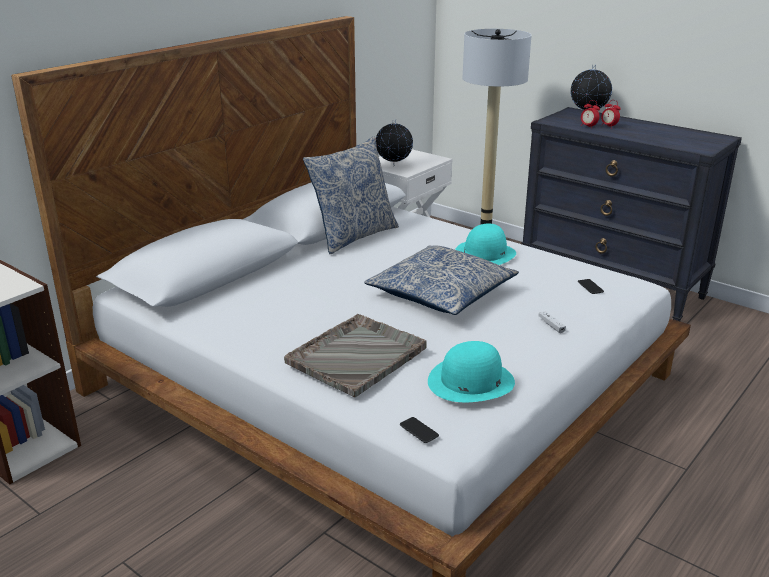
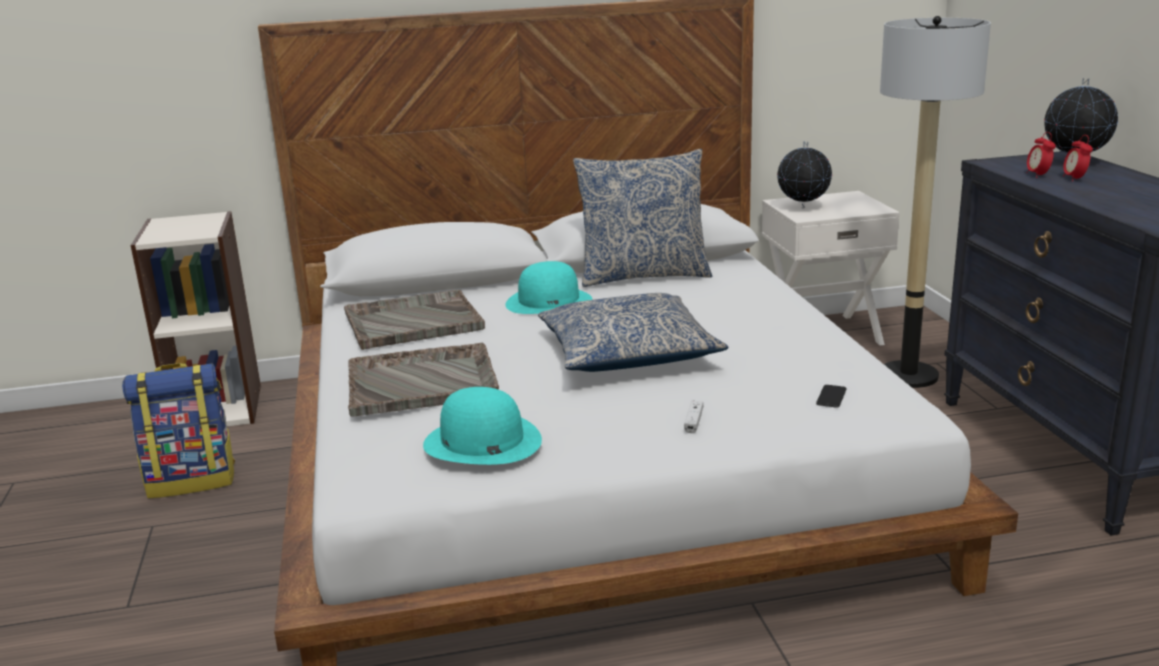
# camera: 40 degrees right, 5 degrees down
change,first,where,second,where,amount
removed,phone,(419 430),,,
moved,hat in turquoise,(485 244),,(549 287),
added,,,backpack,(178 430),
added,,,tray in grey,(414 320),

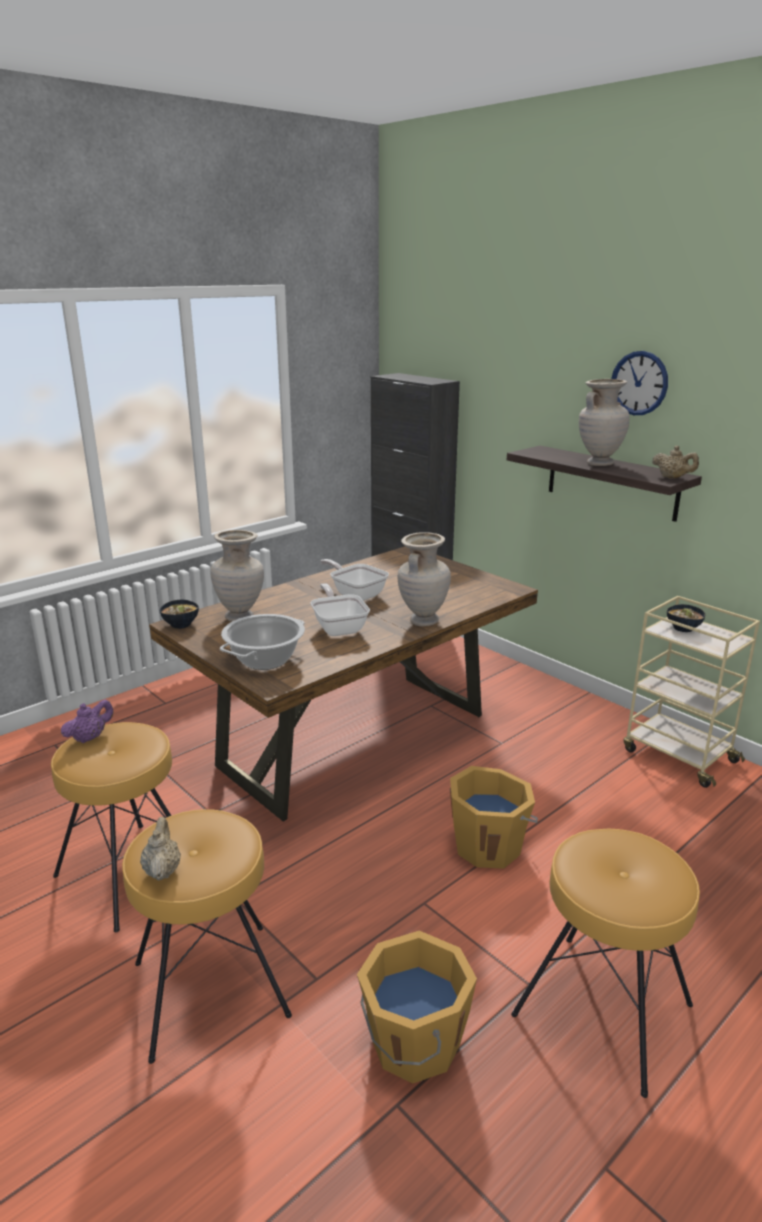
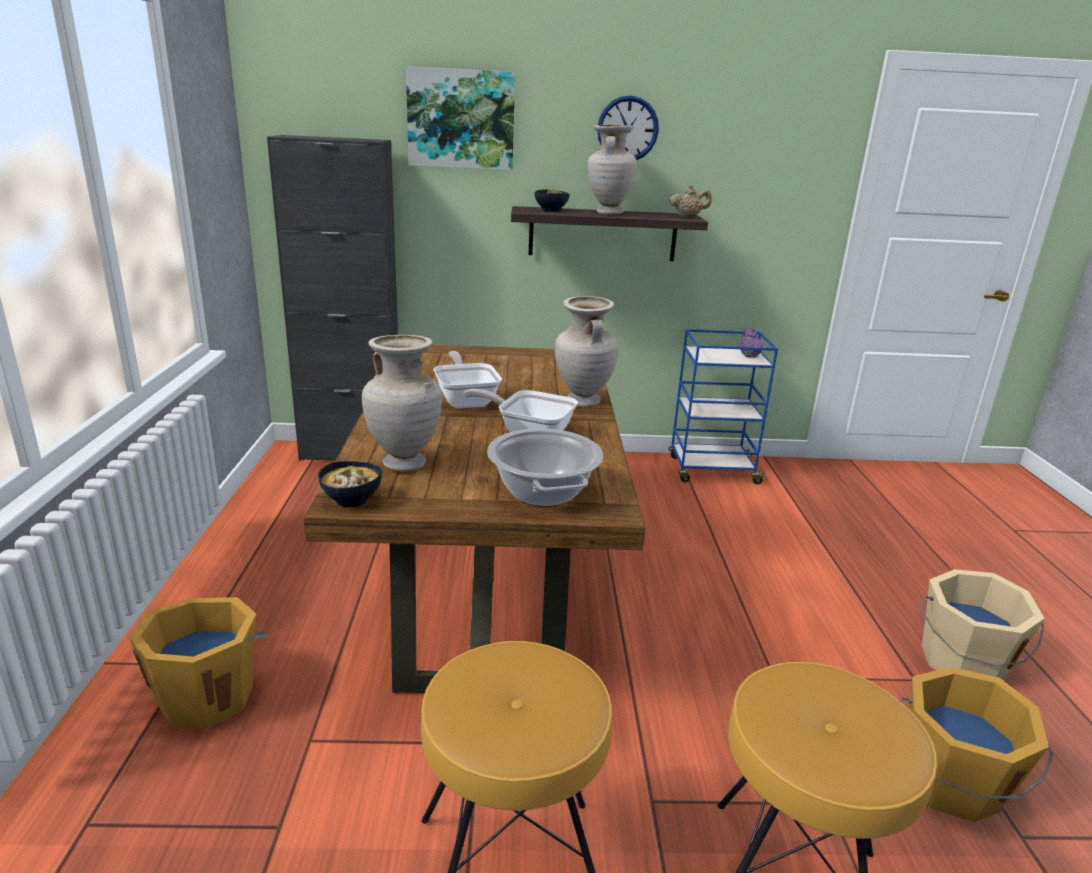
# camera: 50 degrees left, 0 degrees up
change,first,where,second,where,amount
moved,teapot in purple,(87 721),,(751 342),
removed,teapot in beige,(160 848),,,
turned,frying pan,(354 580),,(468 379),75 degrees clockwise
moved,bucket in orange,(494 817),,(198 663),
replaced,stool in brown,(605 963),bucket in beige,(982 624),
recoloured,cart in beige,(692 692),cart in blue,(723 407),
moved,bowl,(686 618),,(552 200),
added,,,picture,(460 118),

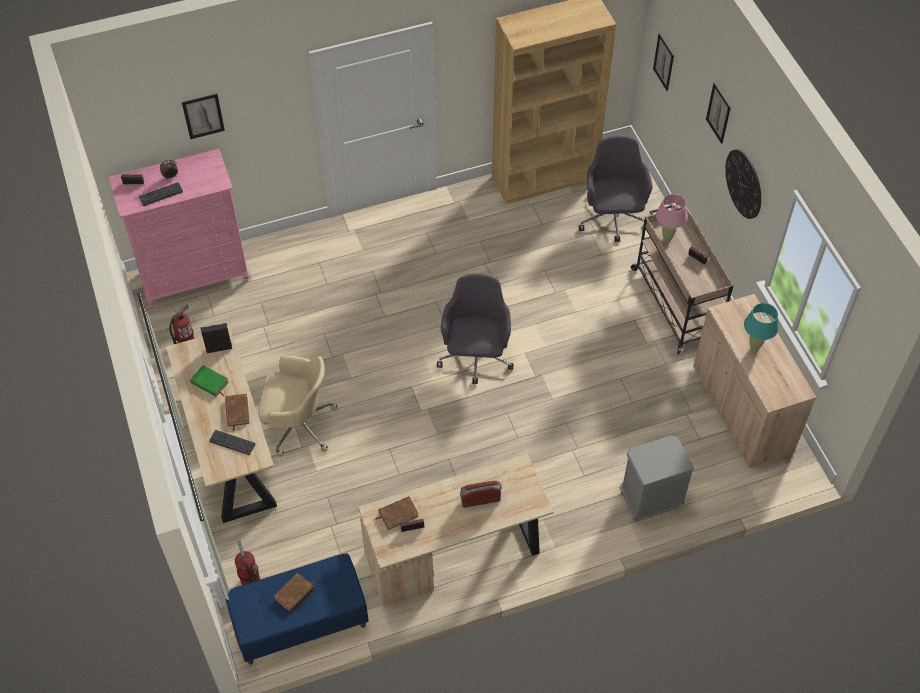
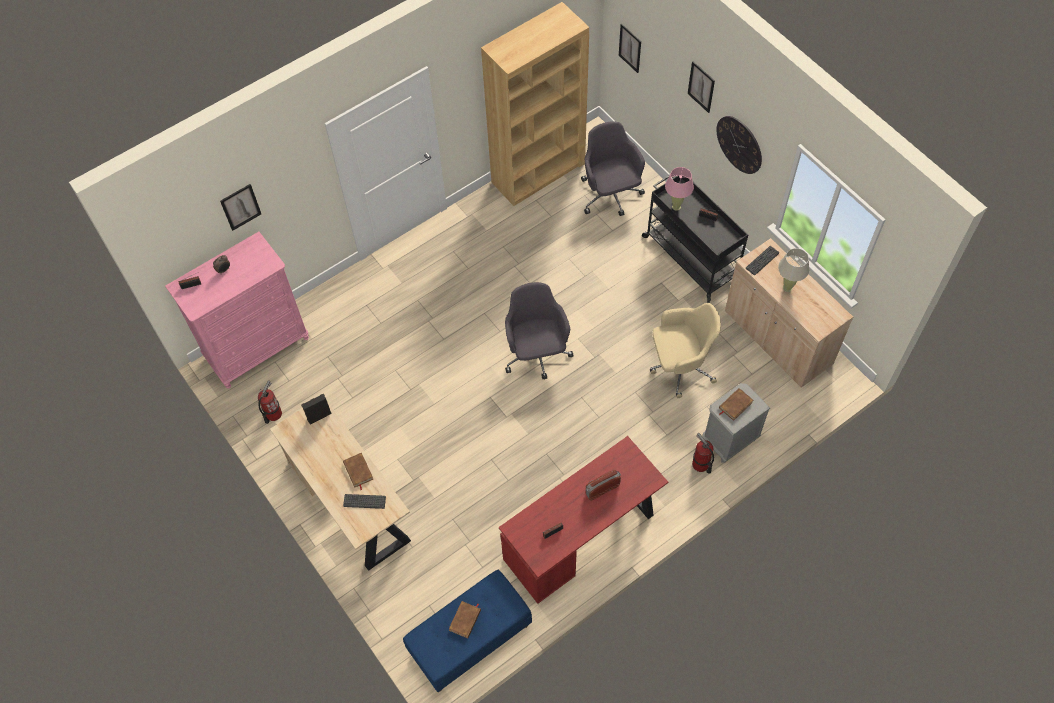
# camera: 15 degrees left, 5 degrees up
change,first,where,second,where,amount
moved,keyboard,(161 194),,(762 260),
removed,book in green,(209 381),,,
moved,fire extinguisher,(247 563),,(703 453),
moved,office chair in beige,(298 406),,(685 350),
recoloured,desk in beige,(455 530),desk in red,(583 520),
moved,book in brown,(397 513),,(736 404),
recoloured,cart in beige,(682 279),cart in black,(695 239),
recoloured,table lamp in turquoise,(761 328),table lamp in beige,(793 270),

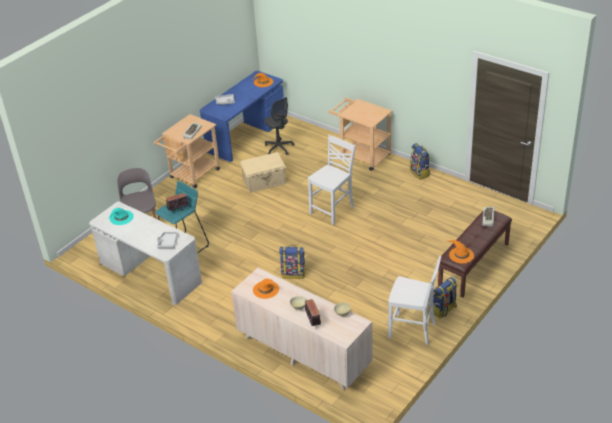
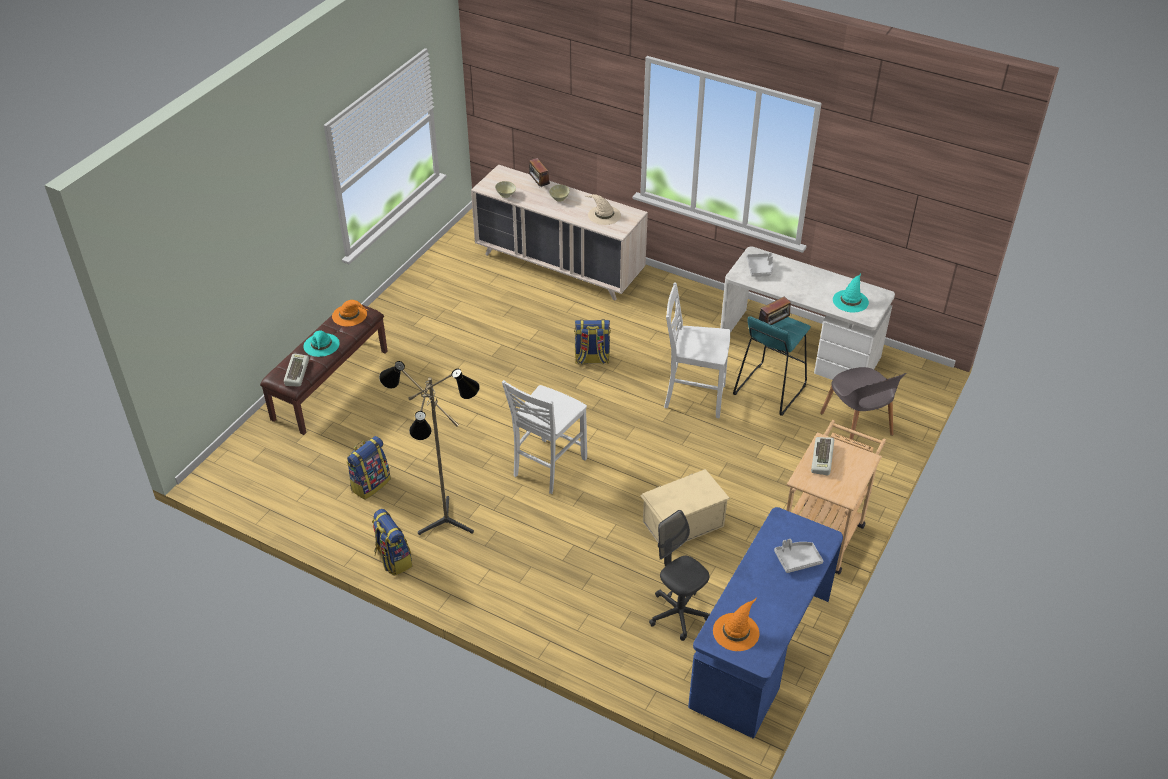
# camera: 170 degrees right, 5 degrees up
change,first,where,second,where,amount
recoloured,hat in orange,(266 289),hat in beige,(602 209),
removed,cart in beige,(360 134),,,
moved,chair in white,(414 300),,(697 350),
moved,backpack,(445 298),,(368 467),
added,,,hat in turquoise,(322 344),
added,,,floor lamp,(429 448),

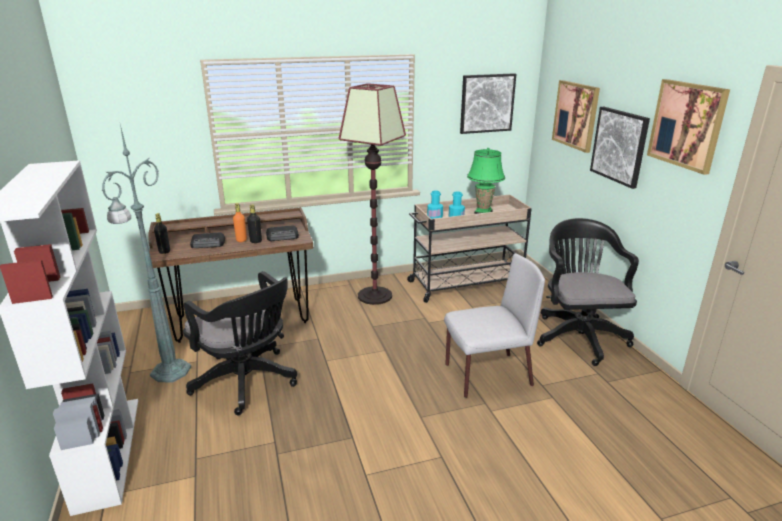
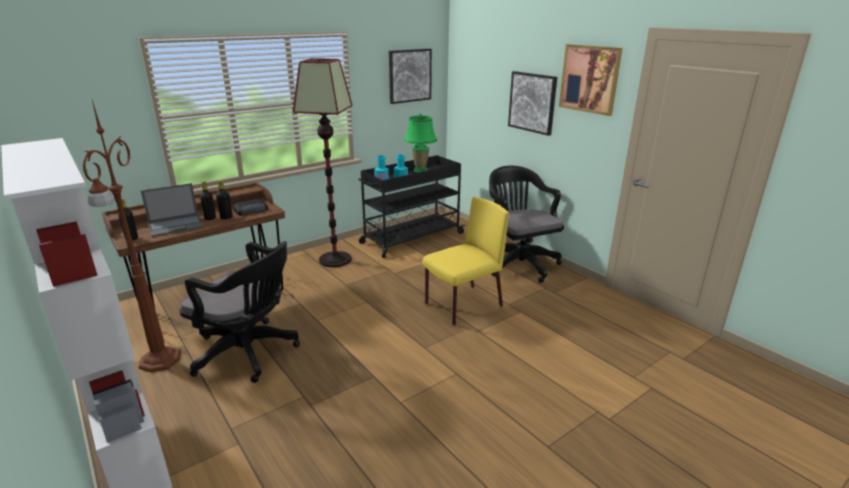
# camera: 20 degrees left, 0 degrees up
change,first,where,second,where,amount
recoloured,floor lamp in green,(146 253),floor lamp in brown,(132 236),
replaced,radio,(207 240),laptop,(172 210),
recoloured,bottle in orange,(240 222),bottle in black,(208 200),
recoloured,cart in beige,(469 249),cart in black,(411 206),
recoloured,chair in grey,(494 325),chair in yellow,(465 261),
removed,picture,(576 116),,,

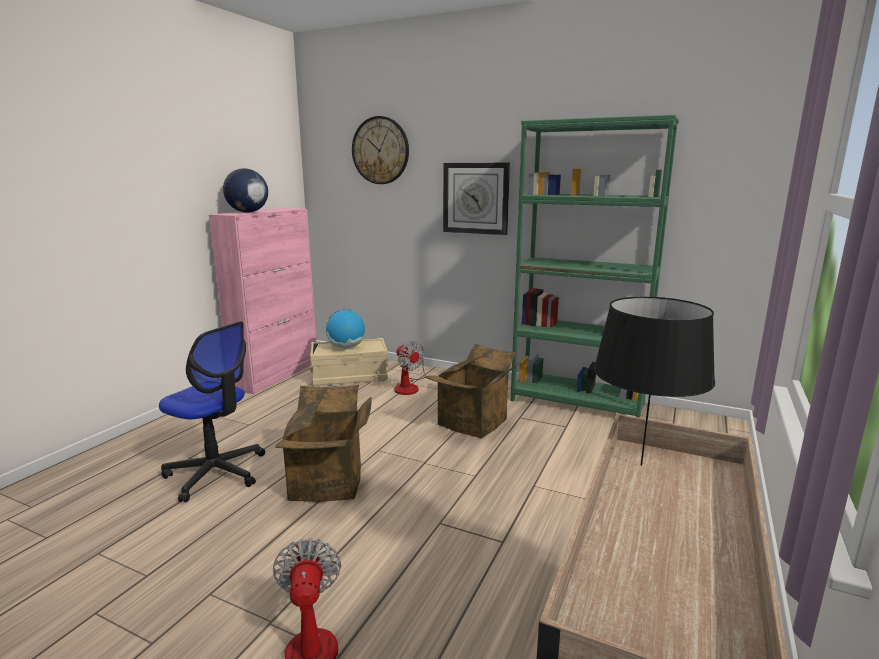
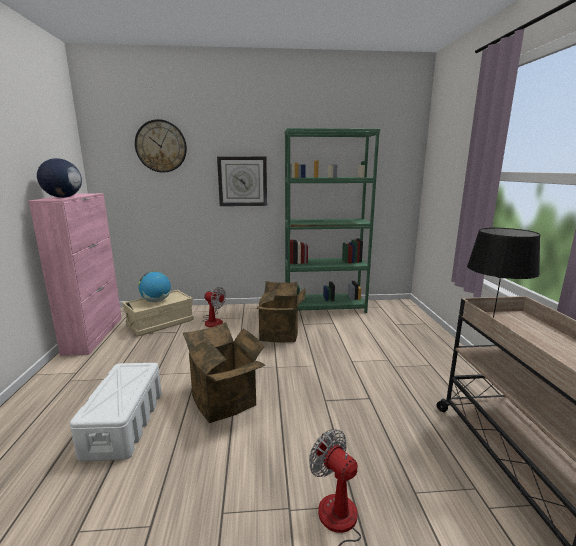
# camera: 30 degrees left, 0 degrees up
change,first,where,second,where,amount
replaced,office chair,(212 411),storage box in white,(116 412),

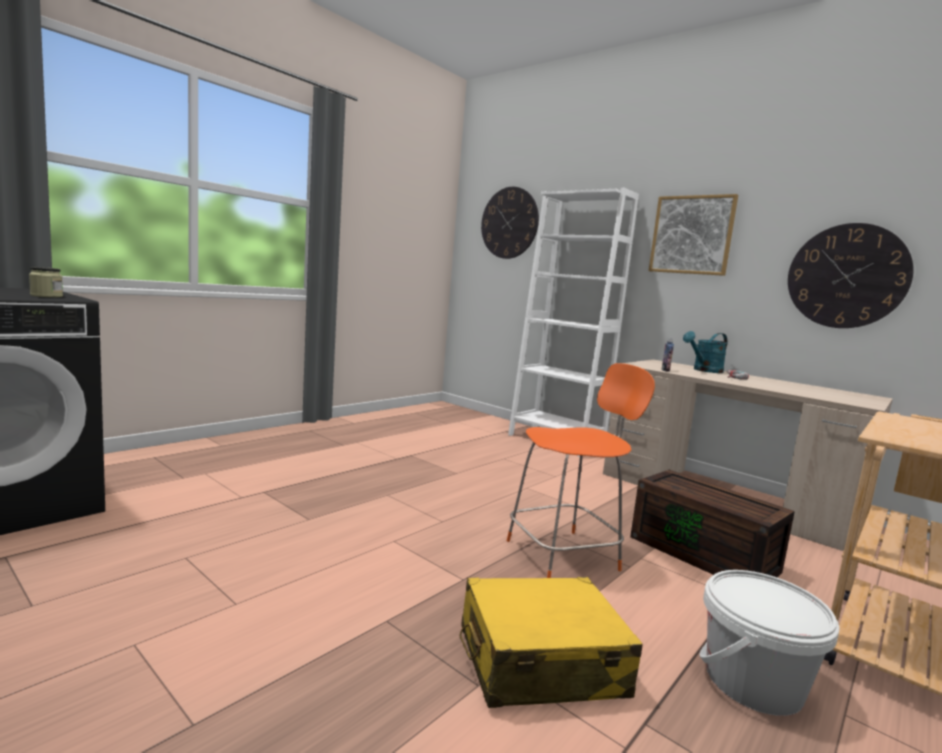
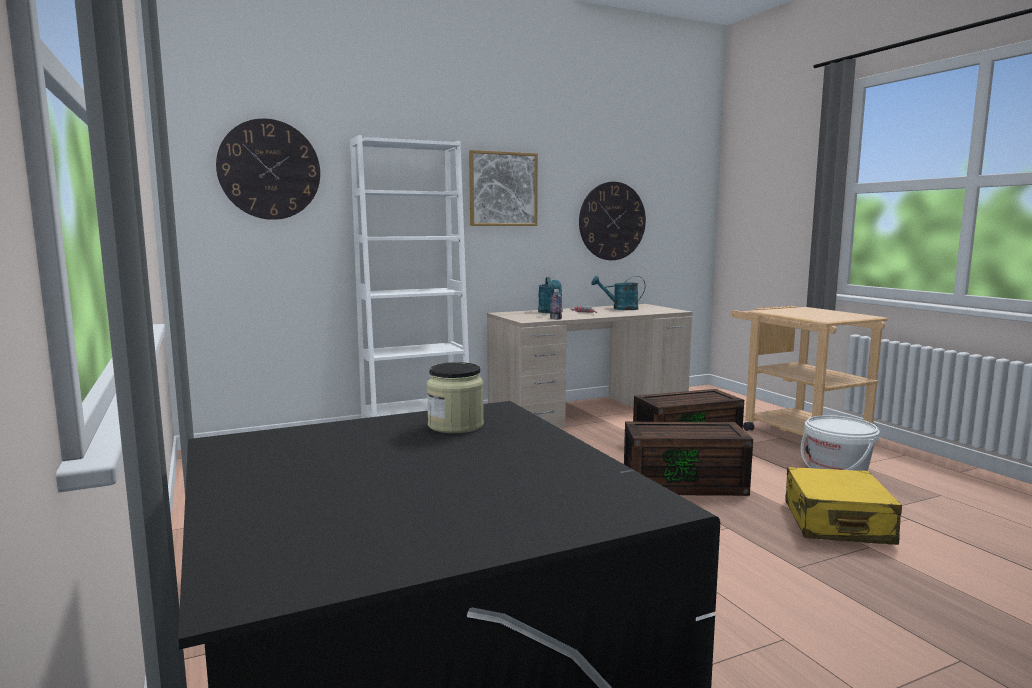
# camera: 65 degrees left, 0 degrees up
change,first,where,second,where,amount
replaced,stool in orange,(581 470),storage box in brown,(688 459),
added,,,watering can in turquoise,(618 293),

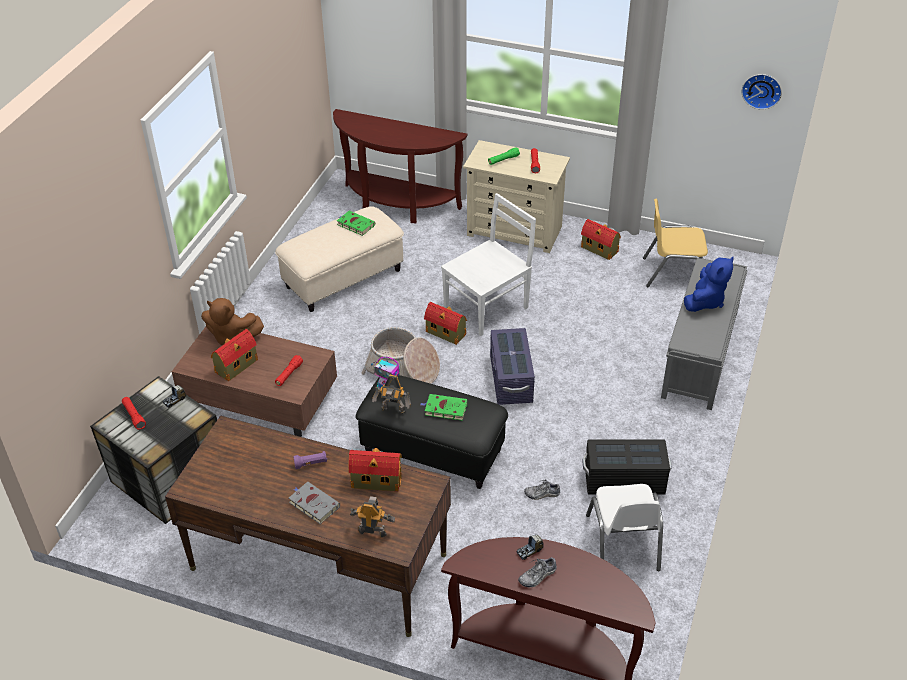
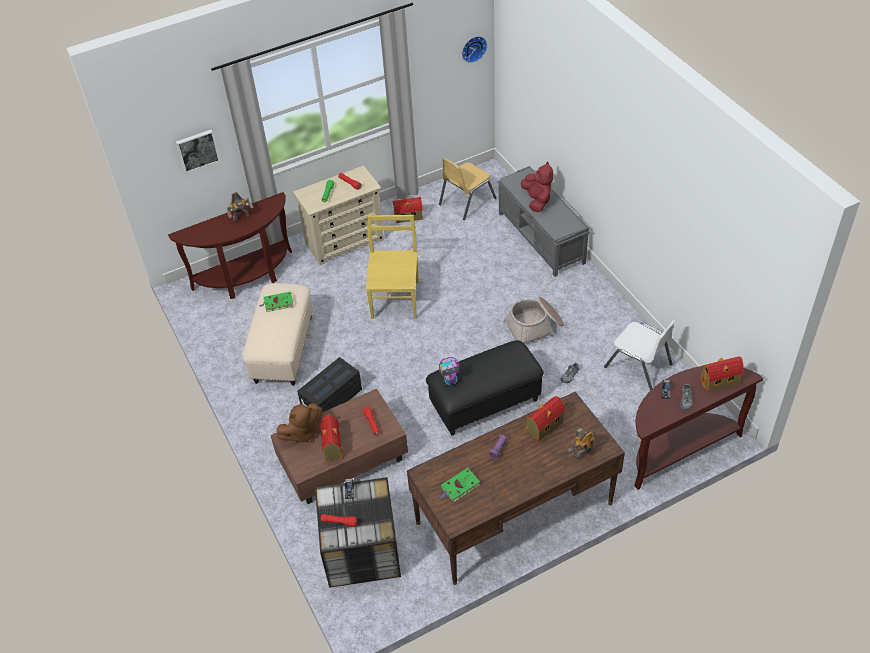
# camera: 45 degrees left, 5 degrees up
change,first,where,second,where,amount
removed,book in grey,(314 503),,,
moved,basket,(401 355),,(533 320),
moved,toy robot,(391 394),,(240 207),
moved,book in green,(444 407),,(460 485),
moved,toy house,(445 323),,(722 374),
recoloured,chair in white,(488 264),chair in yellow,(392 267),
removed,storage box in purple,(512 366),,,
moved,storage box in black,(627 467),,(329 384),
recoloured,plush toy in blue,(709 284),plush toy in red,(537 186),
added,,,picture,(198 151),

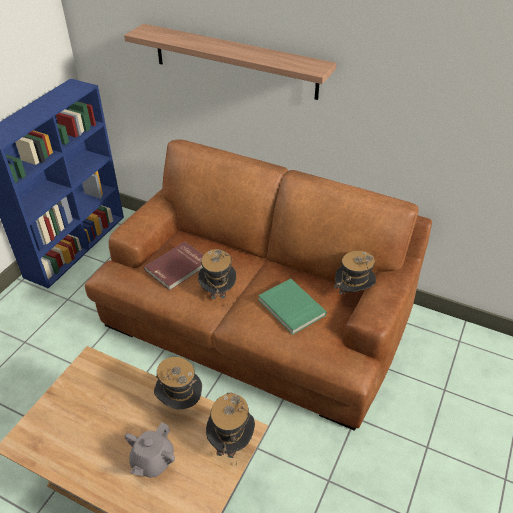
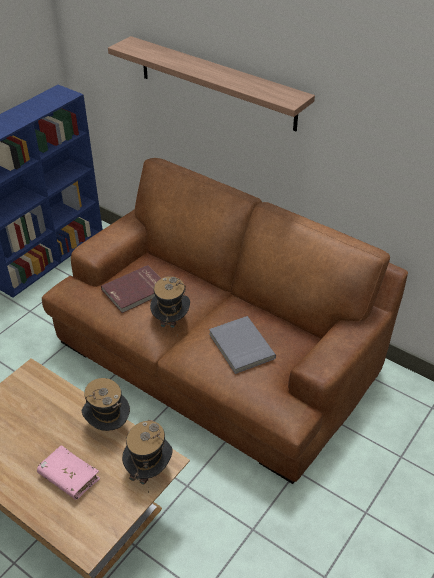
# camera: 10 degrees right, 0 degrees up
change,first,where,second,where,amount
replaced,teapot in grey,(150 449),book in pink,(68 472),
recoloured,book in green,(292 307),book in grey,(242 345),
removed,hat,(355 276),,,

